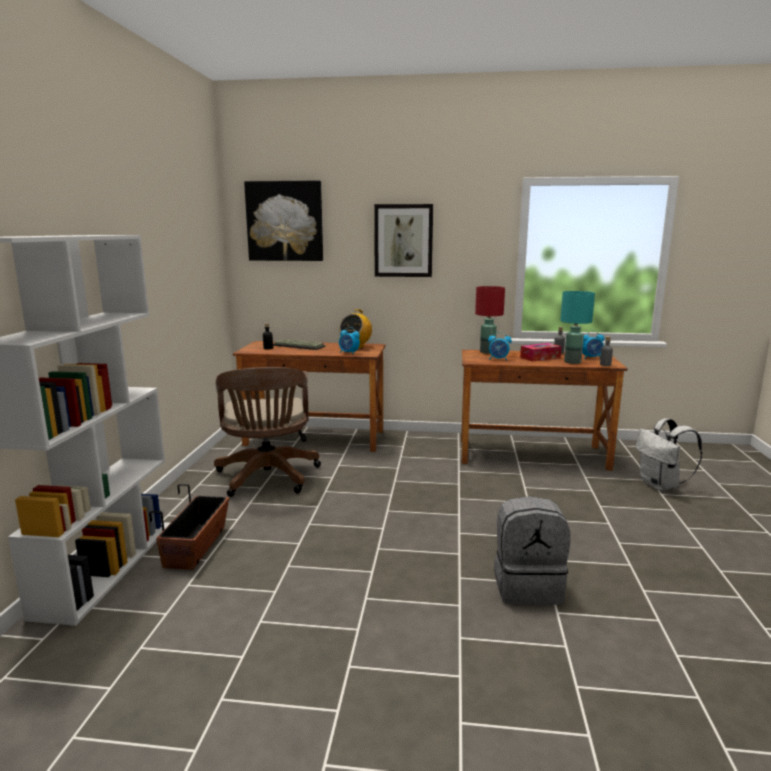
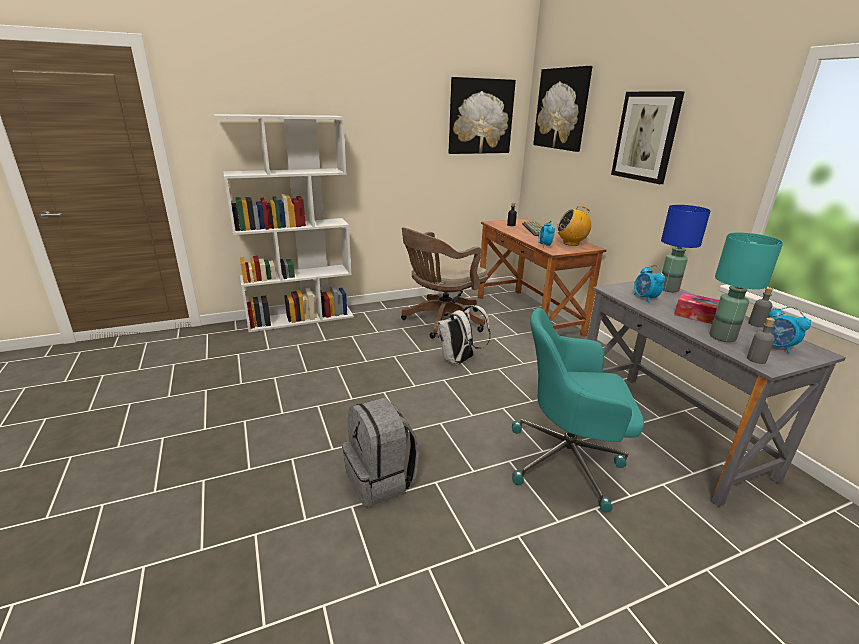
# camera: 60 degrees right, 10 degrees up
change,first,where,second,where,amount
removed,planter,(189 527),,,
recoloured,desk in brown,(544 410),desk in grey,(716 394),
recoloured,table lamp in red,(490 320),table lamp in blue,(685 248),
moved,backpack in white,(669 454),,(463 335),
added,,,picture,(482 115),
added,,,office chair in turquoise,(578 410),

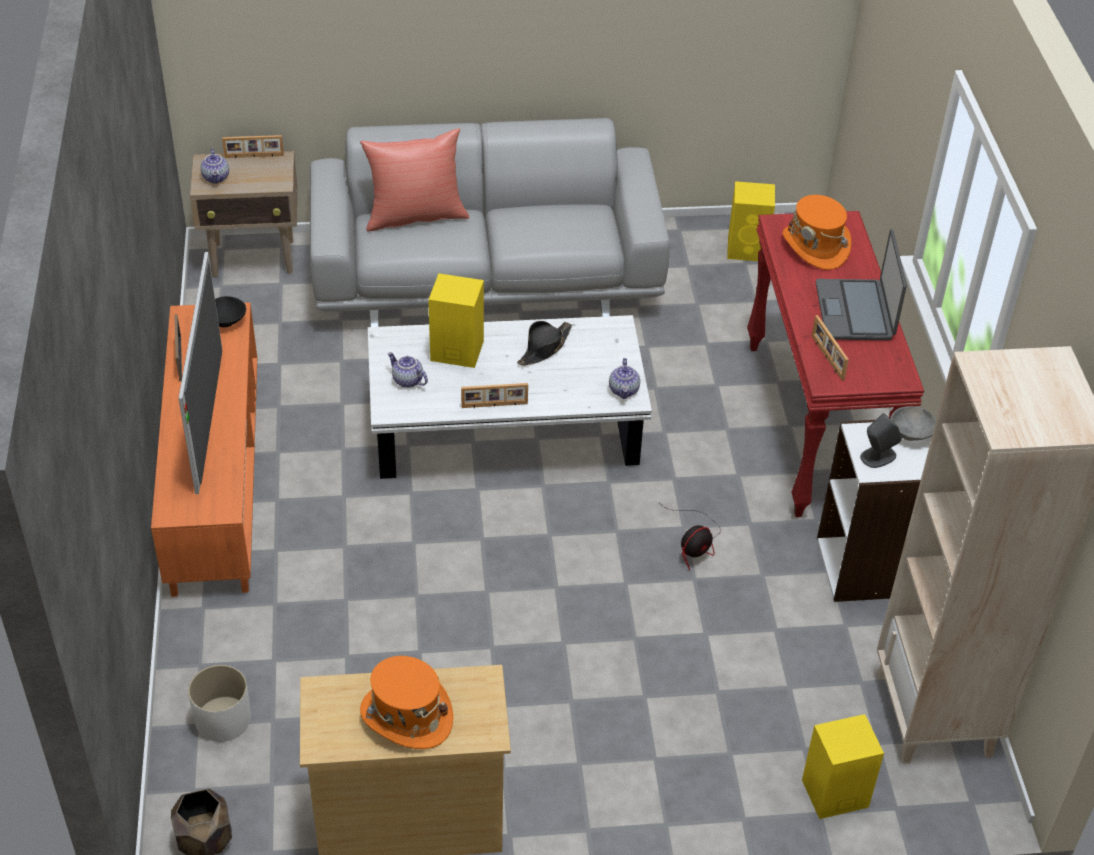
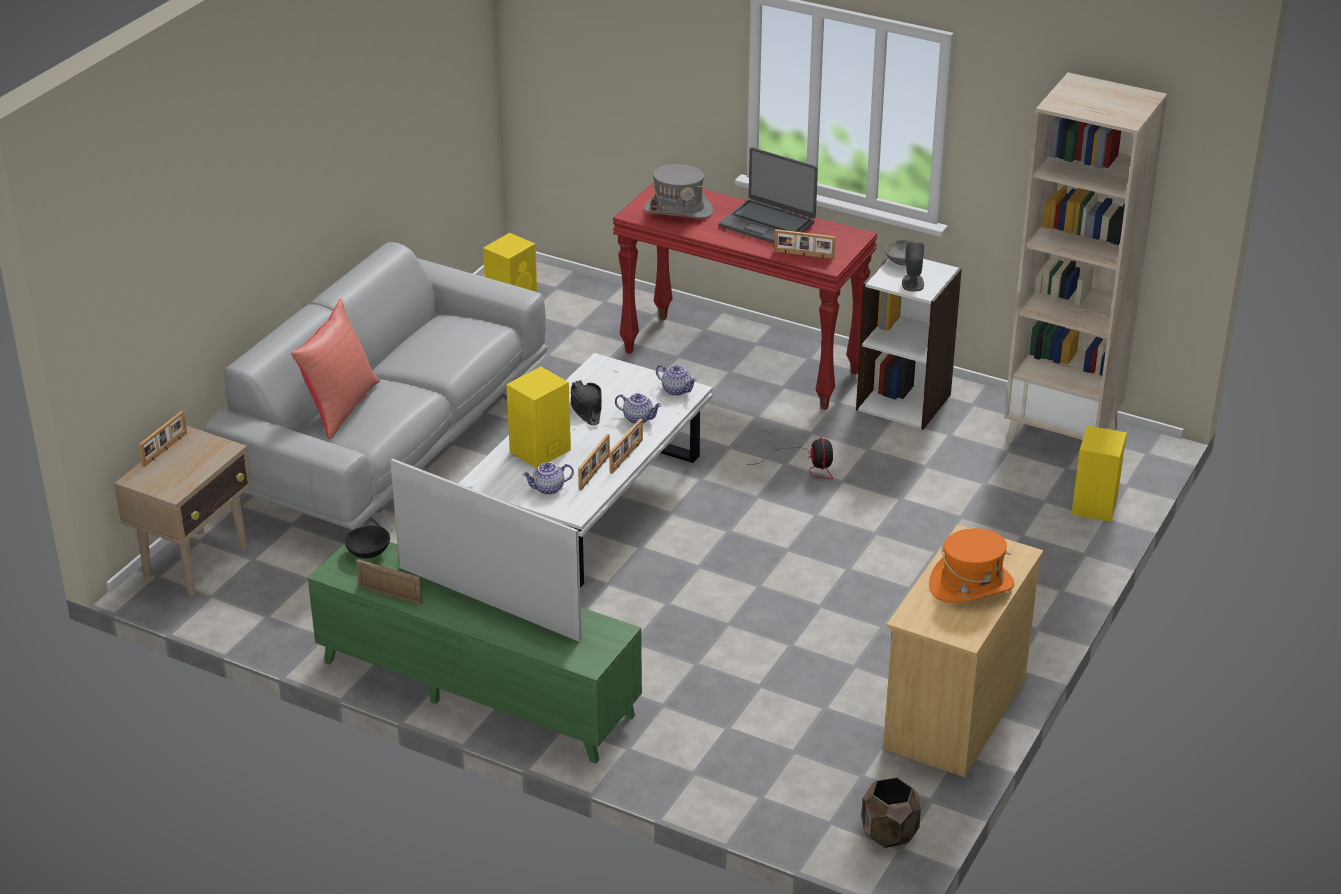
# camera: 55 degrees left, 10 degrees down
change,first,where,second,where,amount
recoloured,tv stand in orange,(204 449),tv stand in green,(475 653),
removed,planter in white,(219 703),,,
moved,teapot,(214 166),,(638 408),
recoloured,hat in orange,(817 232),hat in grey,(678 191),
added,,,picture frame,(594 462),

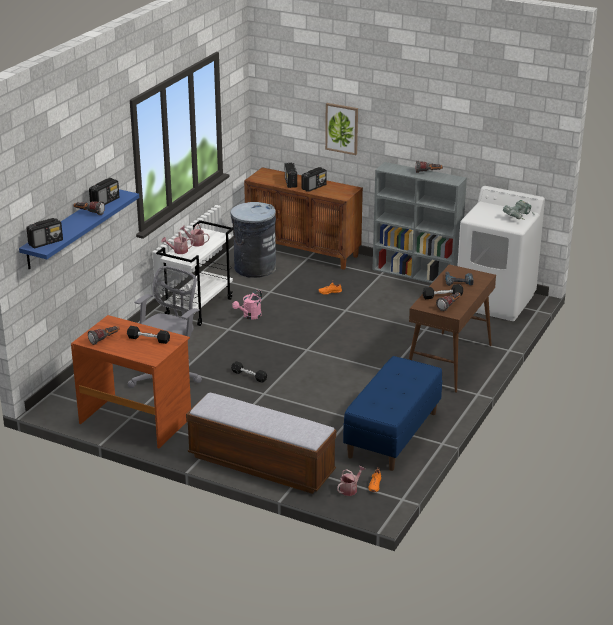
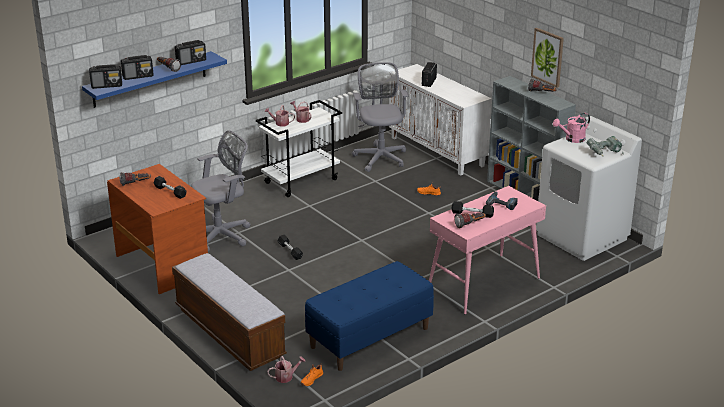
# camera: 25 degrees right, 0 degrees up
change,first,where,second,where,amount
replaced,trash can in grey,(253 240),office chair in grey,(380 117),
moved,watering can in pink,(247 305),,(571 128),
recoloured,cabinet in brown,(303 218),cabinet in white,(440 120),
moved,radio,(314 179),,(137 67),
moved,picture,(341 129),,(547 58),
recoloured,console table in brown,(452 328),console table in pink,(487 250),

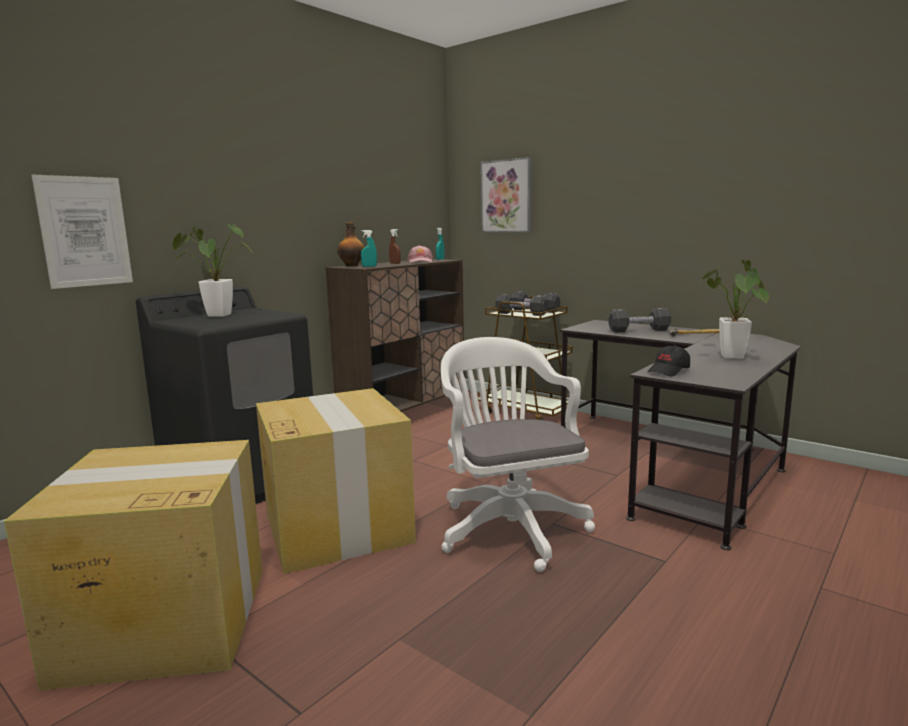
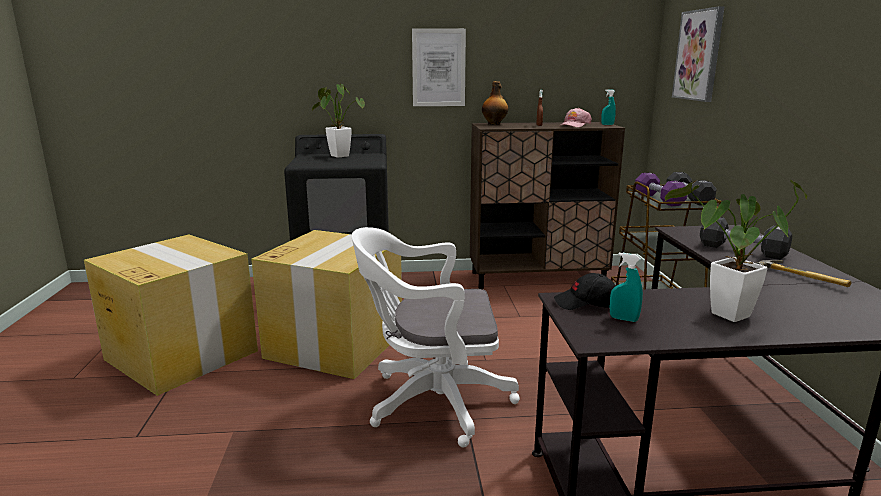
# camera: 45 degrees right, 5 degrees up
change,first,where,second,where,amount
moved,picture,(82 232),,(439 67),
moved,spray bottle in turquoise,(369 248),,(626 287),
turned,office chair in white,(518 454),,(435 337),120 degrees counterclockwise
recoloured,dumbbell in black,(521 305),dumbbell in purple,(661 189),

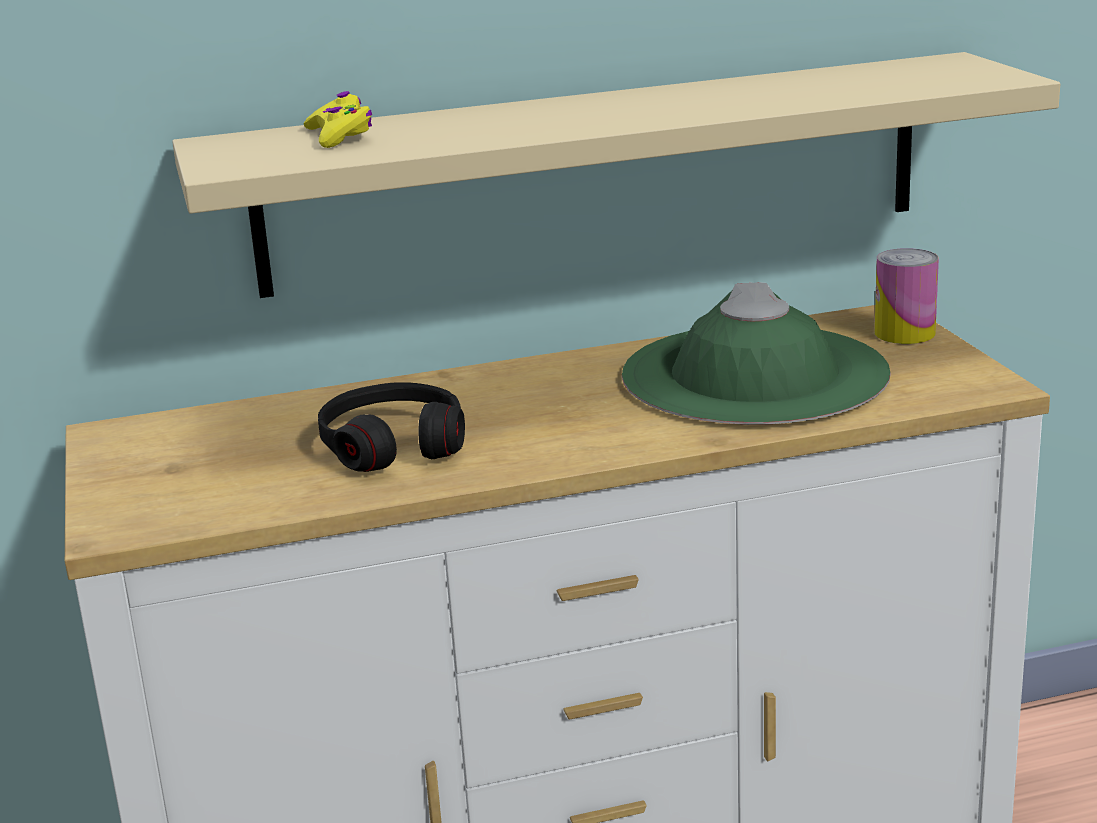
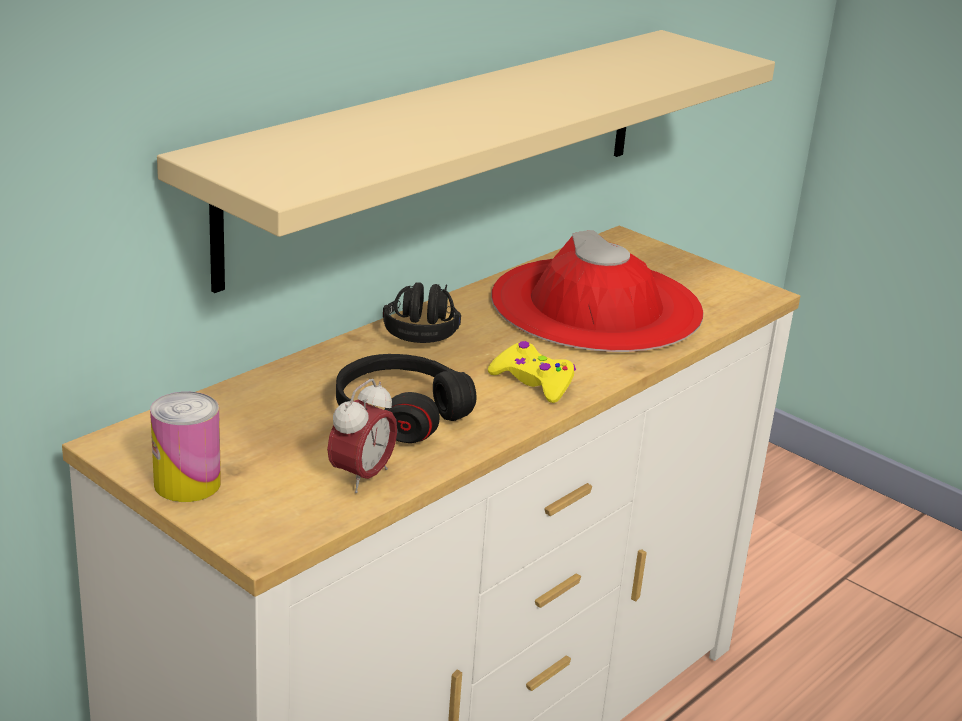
# camera: 35 degrees left, 5 degrees up
change,first,where,second,where,amount
moved,game controller in yellow,(337 119),,(532 372),
recoloured,hat in green,(756 354),hat in red,(597 291),
moved,can,(907 296),,(185 447),
added,,,alarm clock,(362 436),
added,,,headphones in black,(422 312),

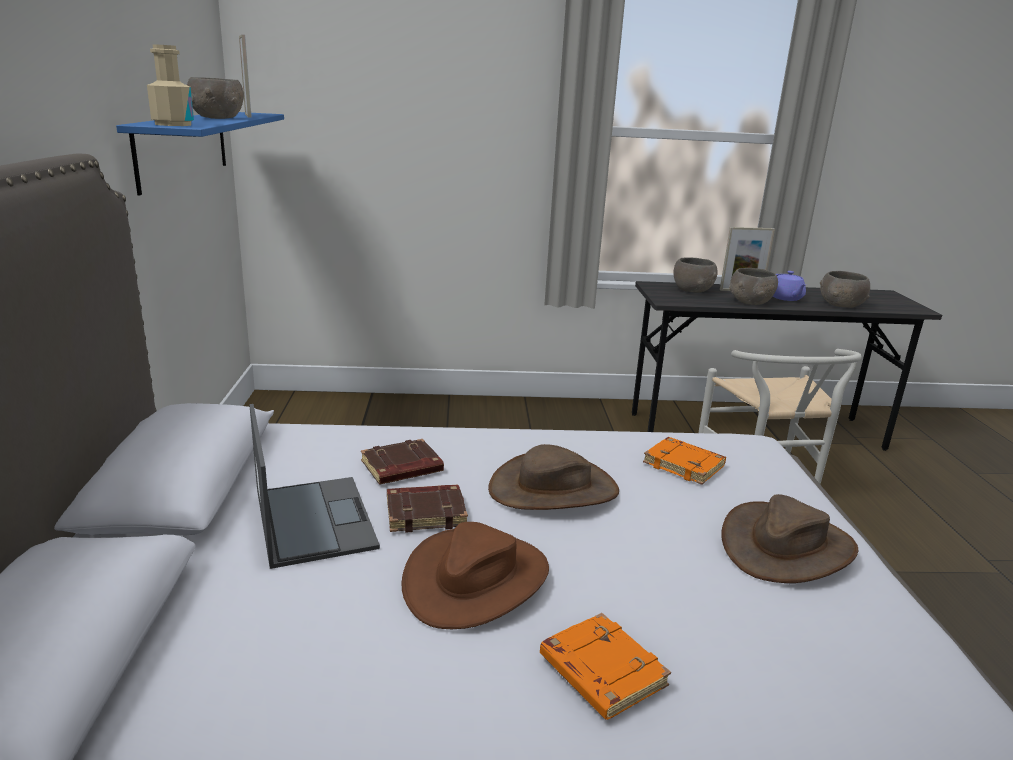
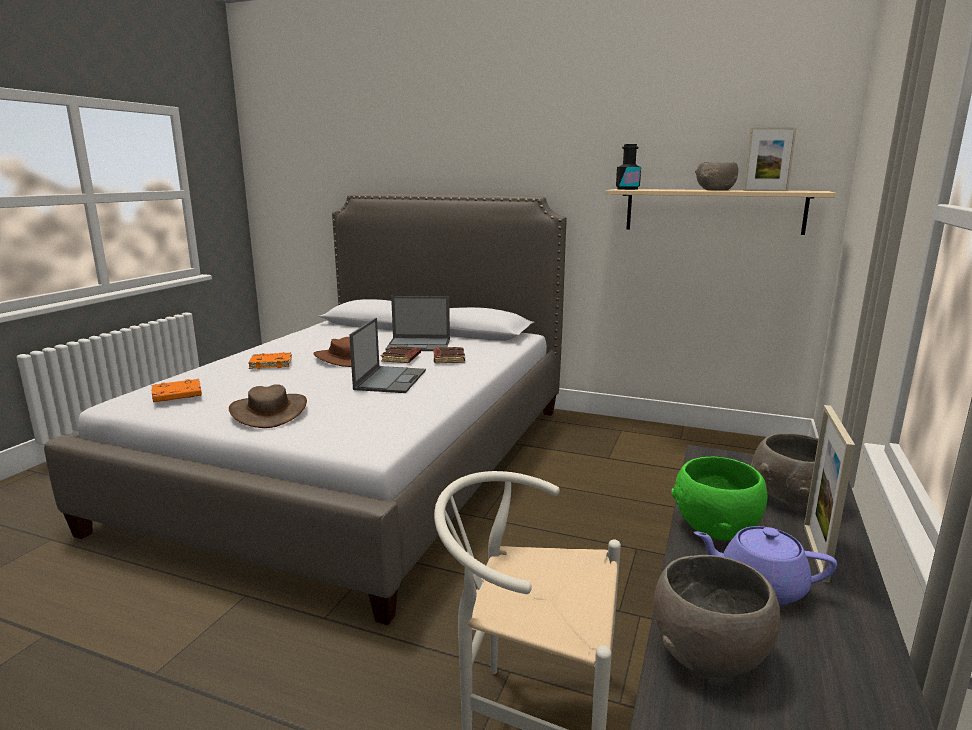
# camera: 115 degrees right, 5 degrees down
change,first,where,second,where,amount
recoloured,shelf in blue,(200 153),shelf in beige,(721 212),
recoloured,bottle in beige,(170 85),bottle in black,(628 167),
replaced,hat in brown,(553 477),laptop,(387 355),
moved,book in orange,(684 461),,(176 390),
recoloured,bowl in grey,(753 286),bowl in green,(719 499),

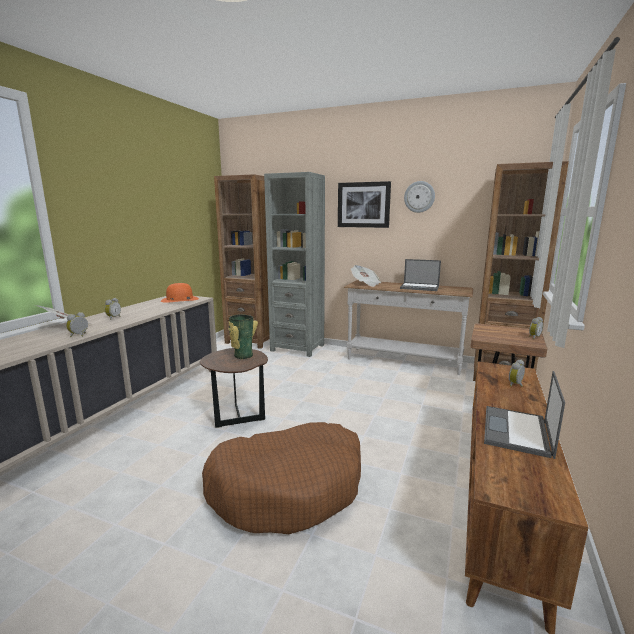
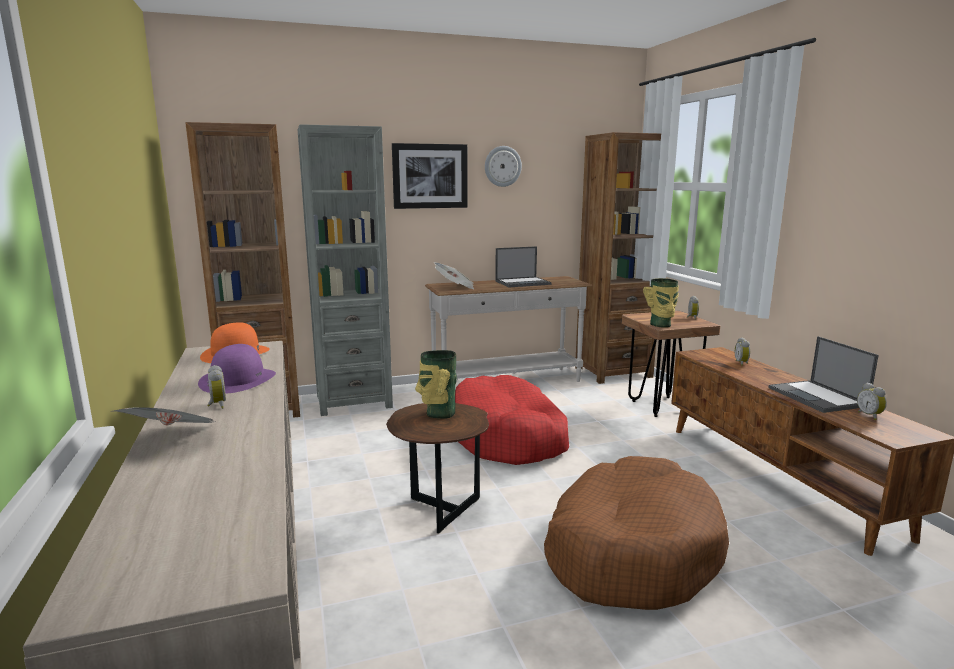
# camera: 40 degrees left, 0 degrees up
change,first,where,second,where,amount
moved,alarm clock,(77 324),,(872 401),
added,,,hat in purple,(237 369),
added,,,dog bed in red,(512 420),
added,,,vase,(661 303),

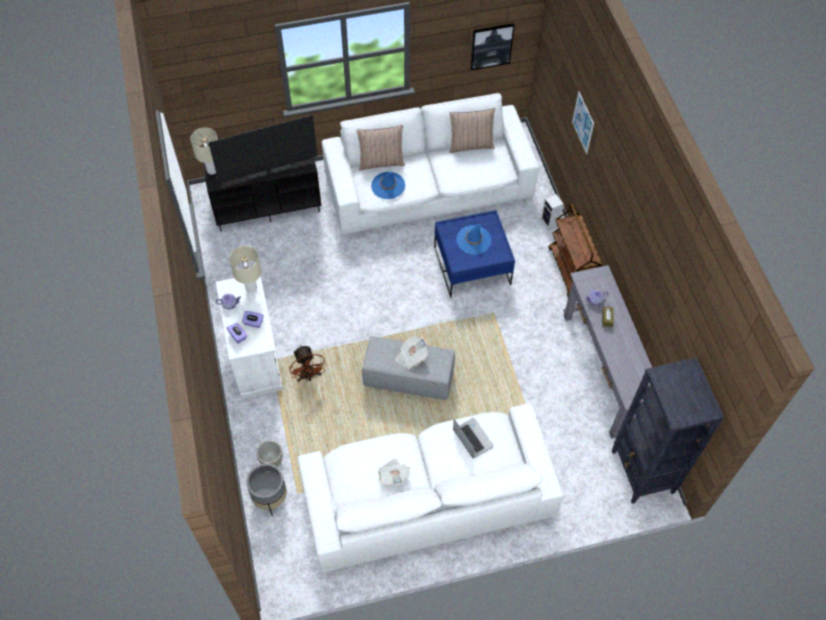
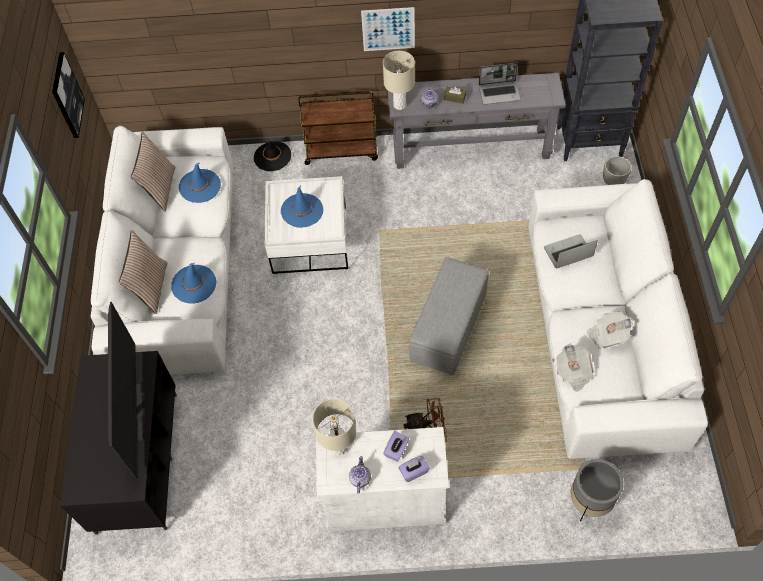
# camera: 75 degrees left, 0 degrees up
change,first,where,second,where,amount
moved,table lamp in beige,(204 151),,(399 80),
moved,planter in grey,(269 453),,(617 170),
moved,newspaper,(411 353),,(575 368),
recoloured,coffee table in blue,(474 254),coffee table in white,(306 225),
replaced,speaker,(552 212),hat in black,(272 156),
moved,picture,(583 122),,(388 29),
added,,,hat in blue,(200 182),
added,,,laptop,(500 84),

